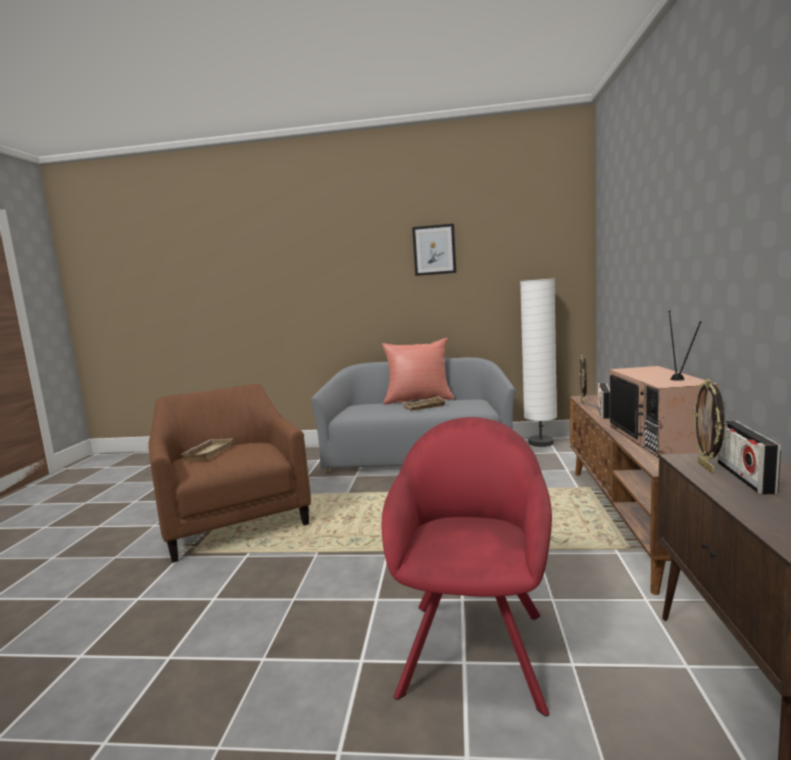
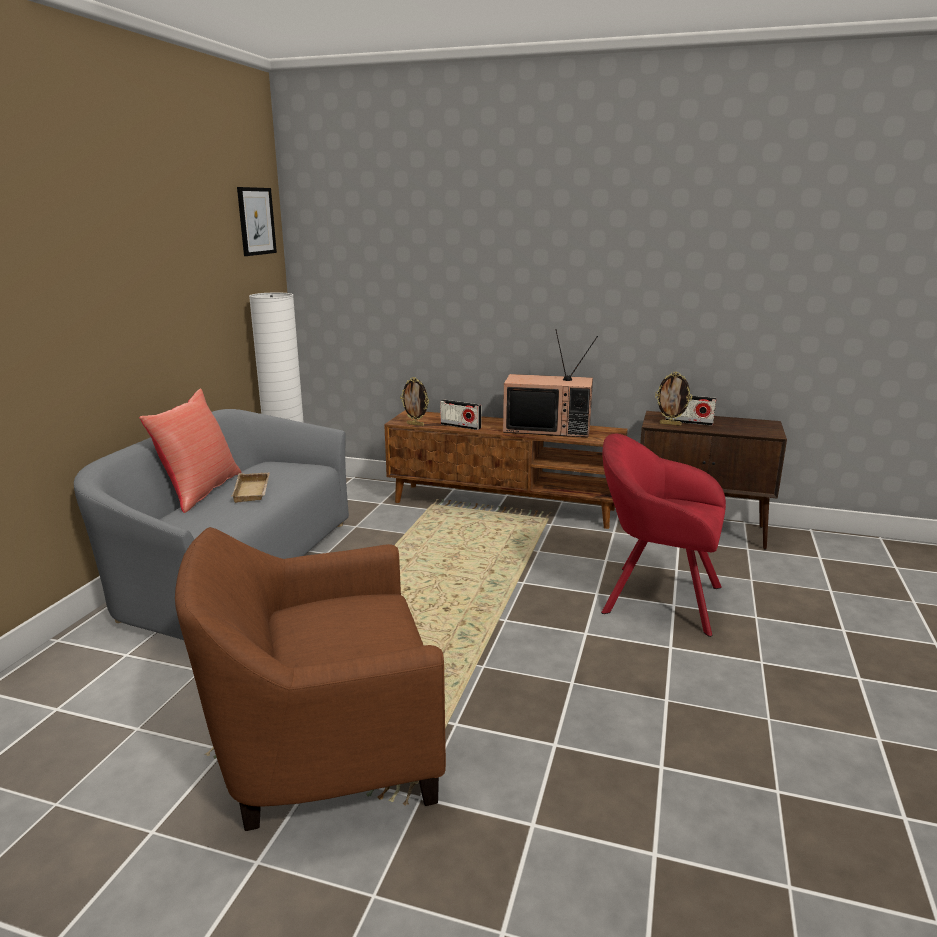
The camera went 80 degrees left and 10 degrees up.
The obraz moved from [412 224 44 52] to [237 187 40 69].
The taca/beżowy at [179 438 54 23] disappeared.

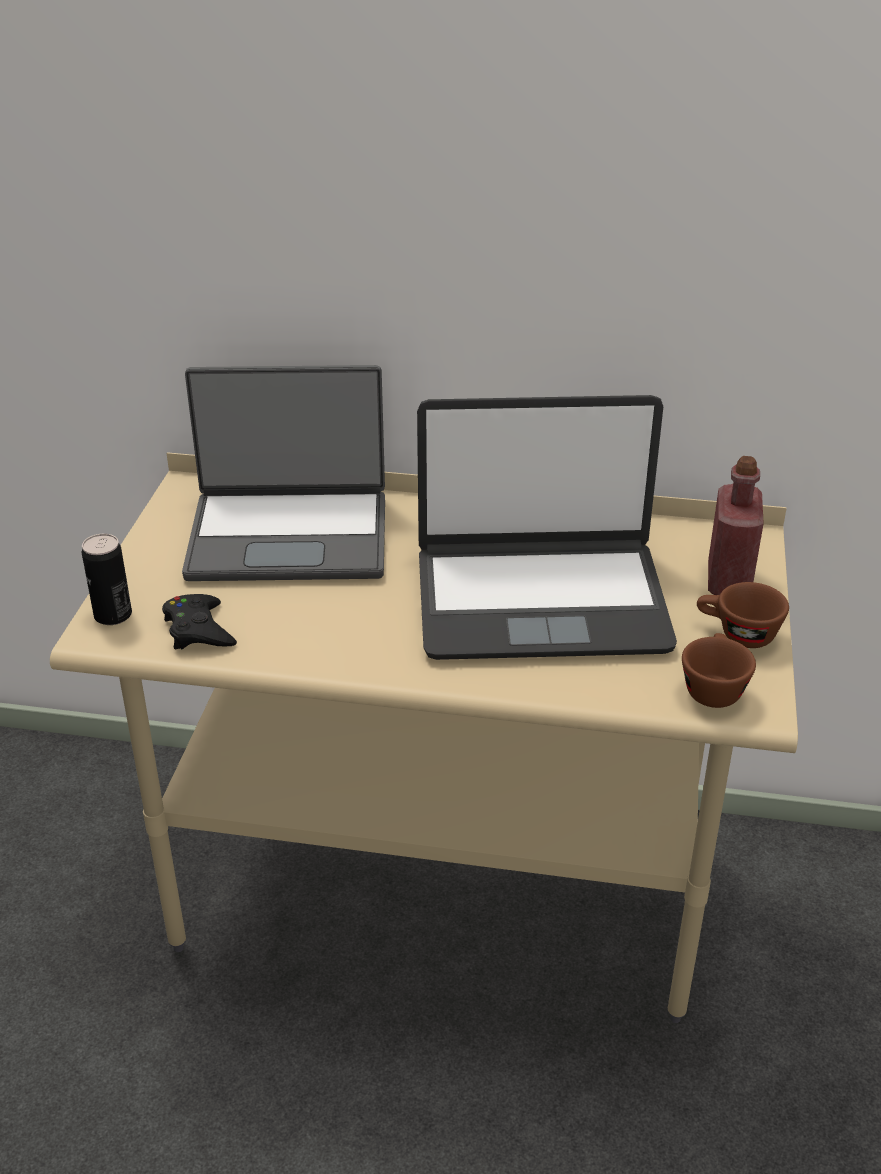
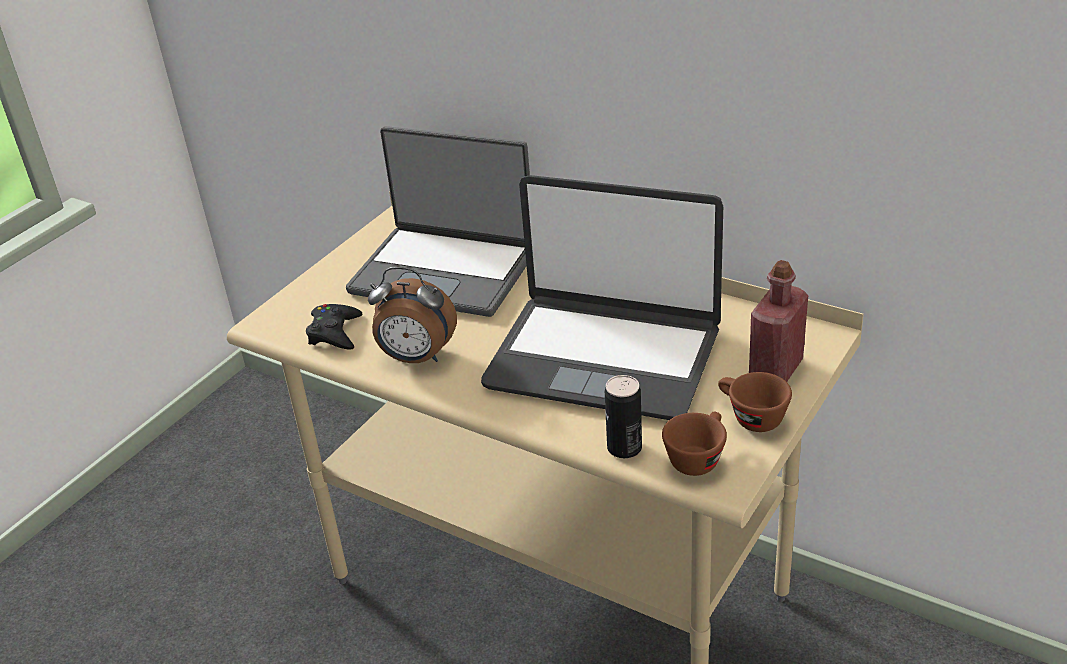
The camera went 25 degrees right and 0 degrees up.
The budzik at [368 267 89 96] appeared.
The puszka moved from [82 534 50 91] to [605 375 37 83].

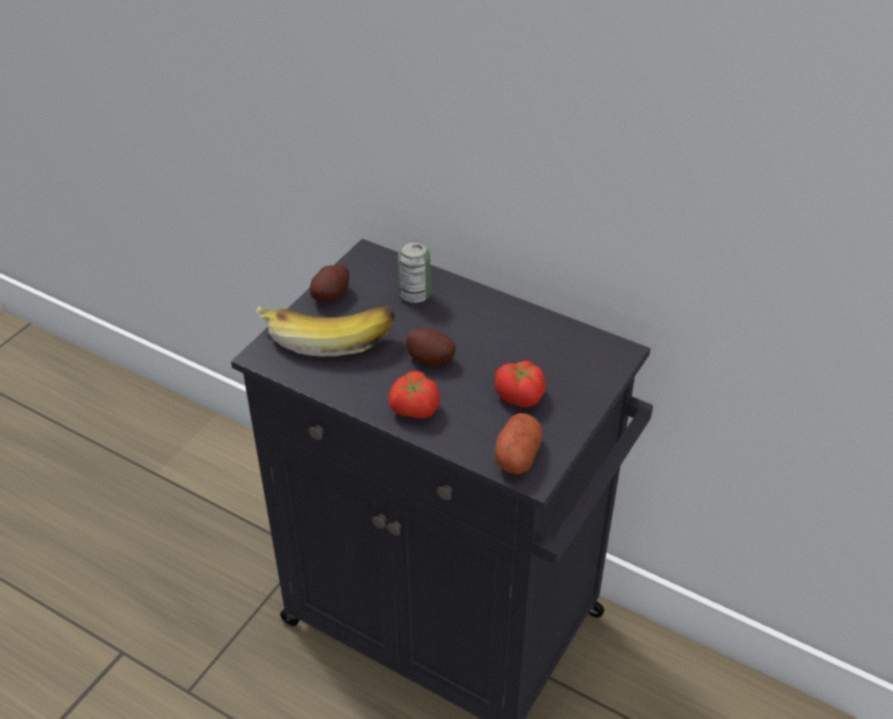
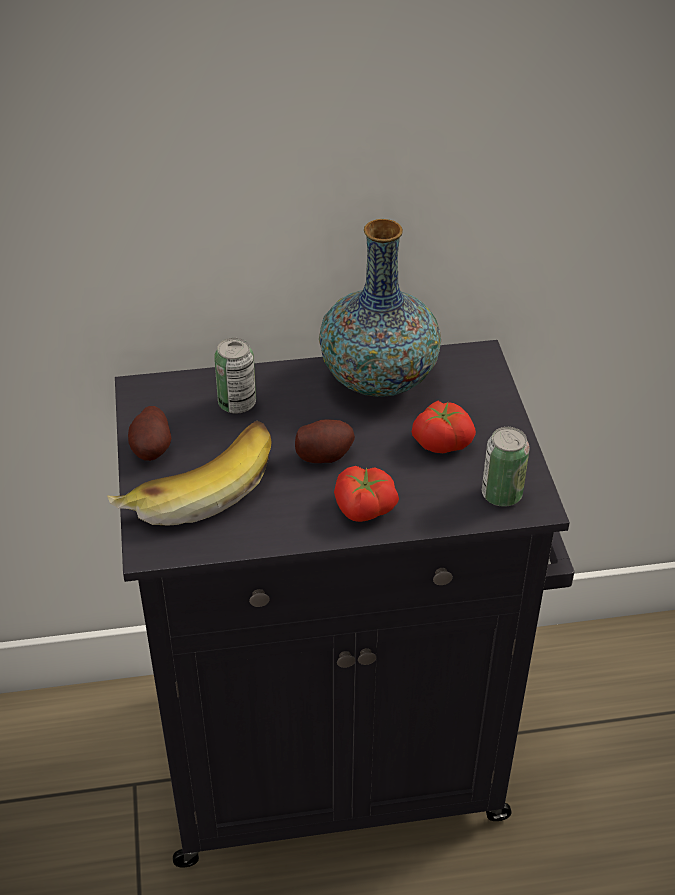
The camera went 40 degrees left and 0 degrees up.
The wazon at [319 219 122 178] appeared.
The ziemniak at [495 413 48 62] was replaced by the puszka at [482 427 48 80].

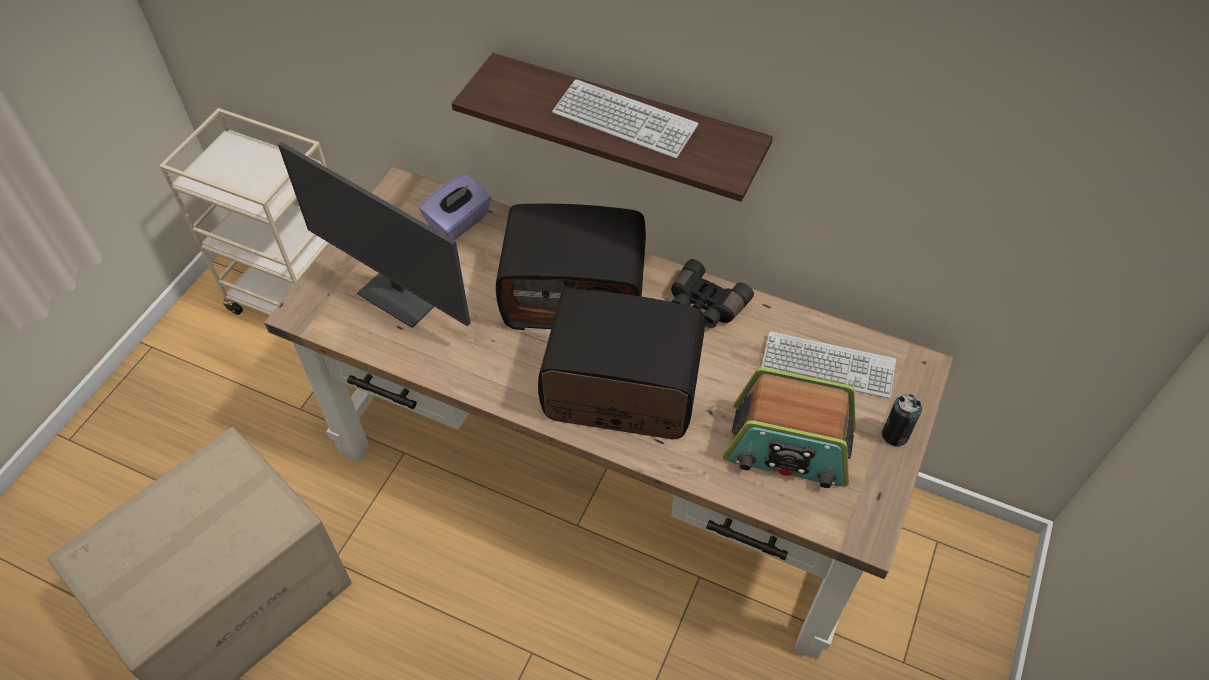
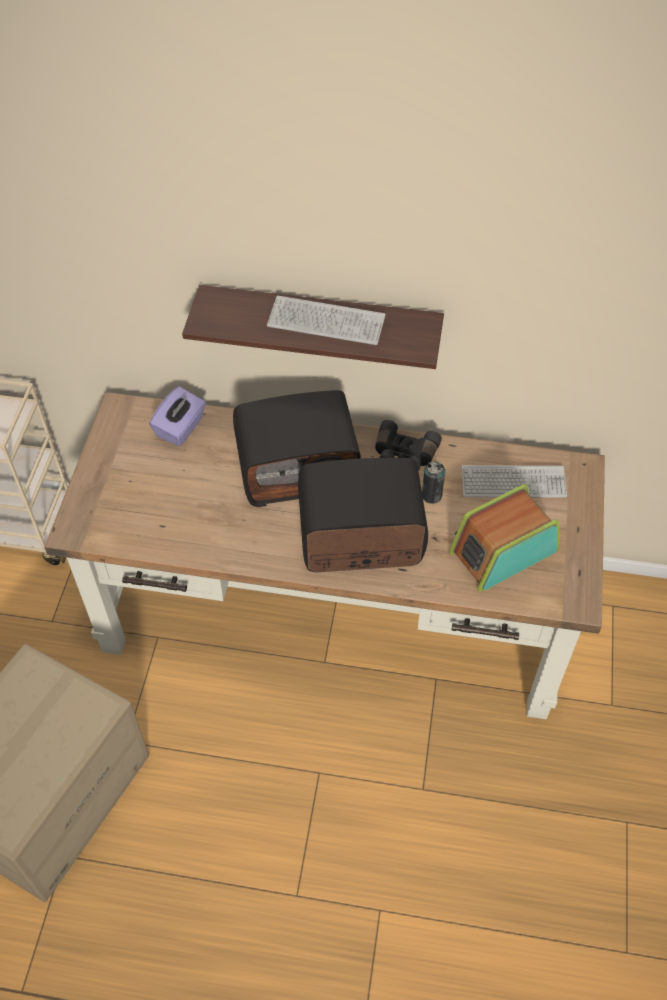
The camera went 15 degrees left and 0 degrees up.
The puszka moved from [882 394 40 53] to [422 461 23 43].
The radio at [723 367 133 121] turned 150 degrees clockwise.
The monitor at [278 142 193 186] disappeared.

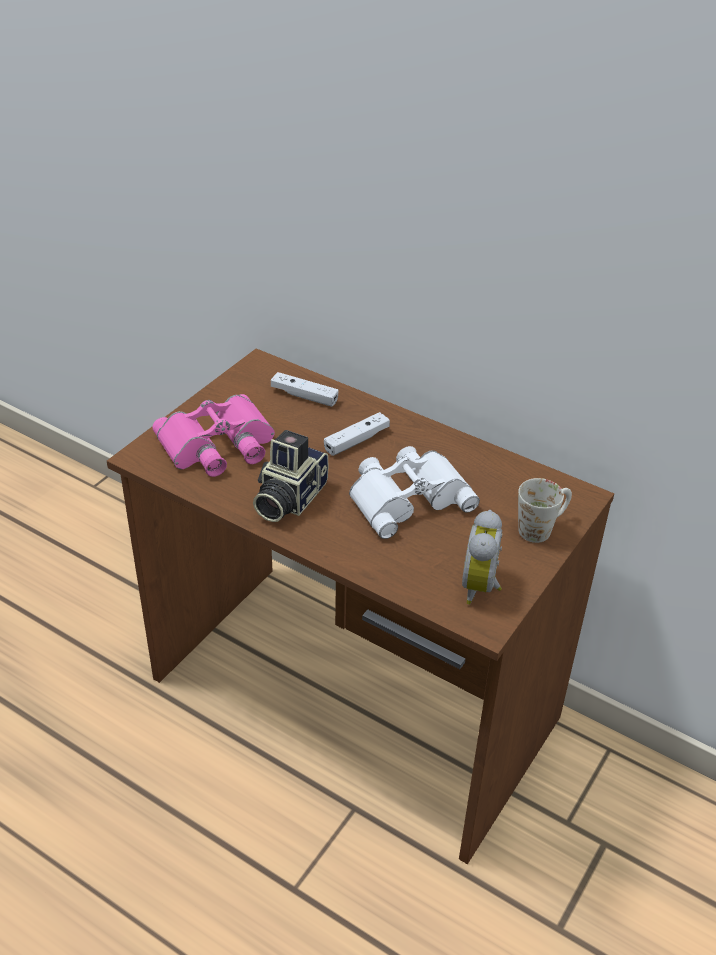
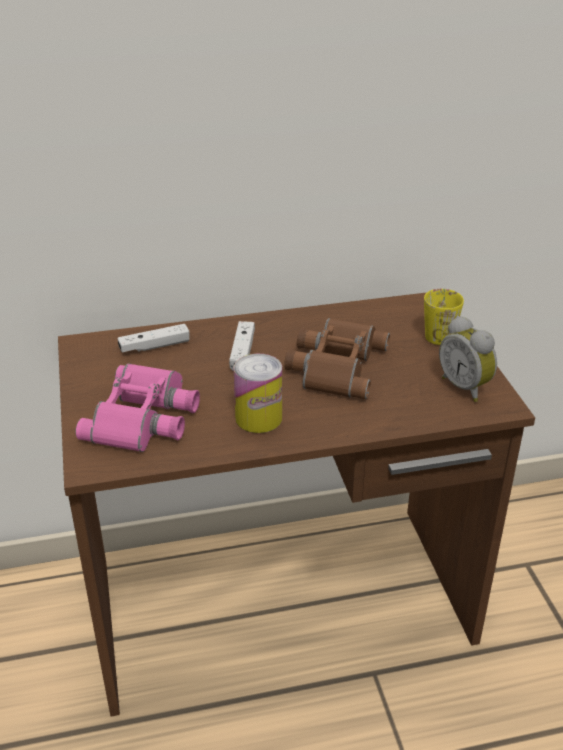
The camera went 45 degrees left and 5 degrees down.
The aparat fotograficzny at [253 430 75 92] was replaced by the puszka at [234 354 48 79].
The lornetka/biały at [349 446 131 93] became the lornetka/brązowy at [284 318 106 81].
The kubek/biały at [518 478 54 65] became the kubek/żółty at [424 289 40 56].

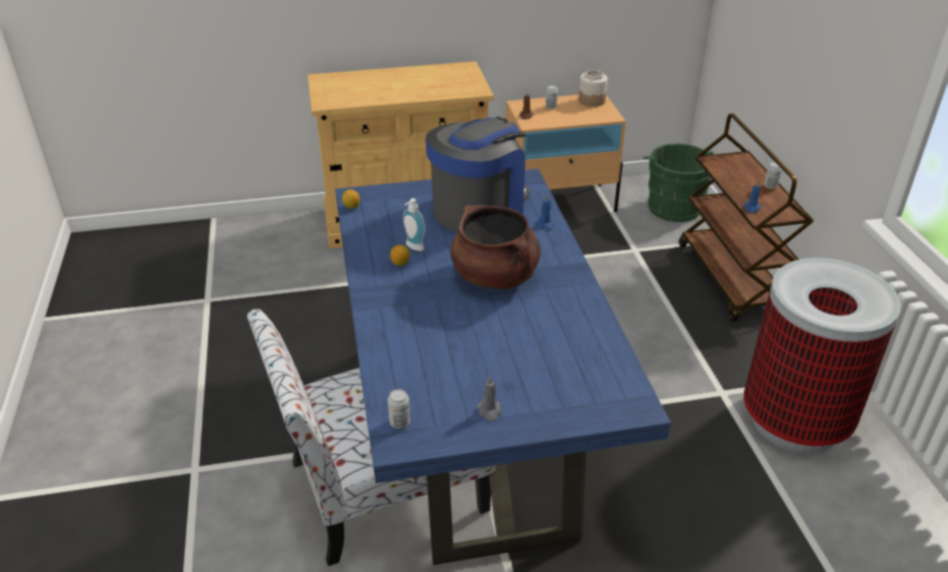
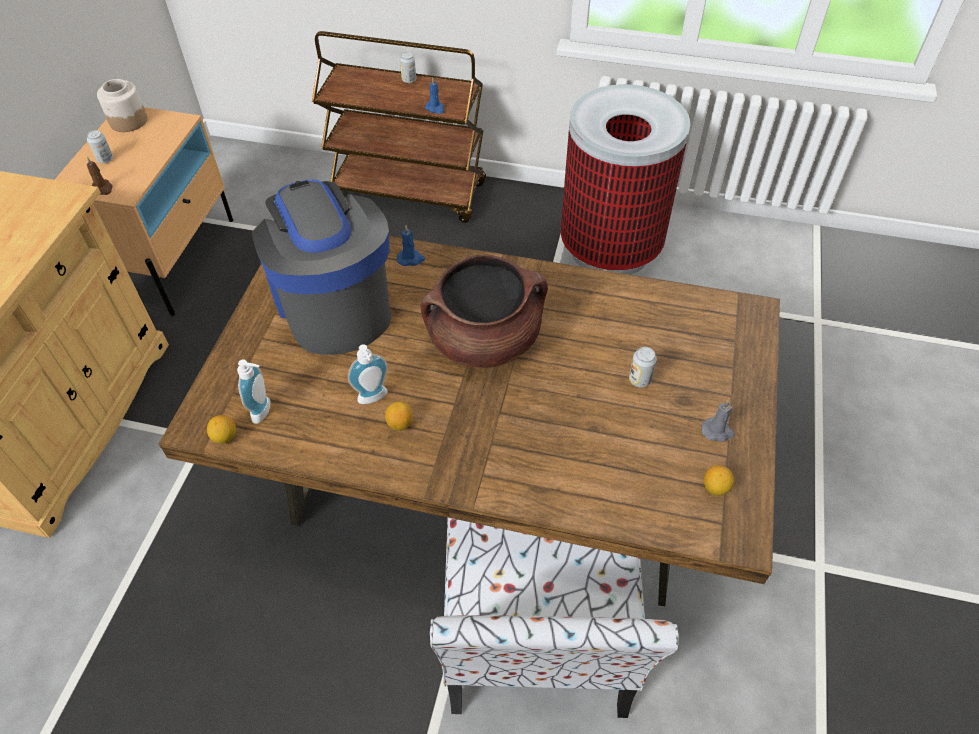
The camera went 65 degrees left and 15 degrees up.
The stół jadalny/niebieski at [335 169 336 396] became the stół jadalny/brązowy at [159 236 621 370].
The dozownik mydła at [237 360 33 64] appeared.
The puszka moved from [388 389 22 40] to [629 347 28 40].
The cytryna at [704 465 30 31] appeared.
The wiadro/zielony at [643 143 71 79] disappeared.

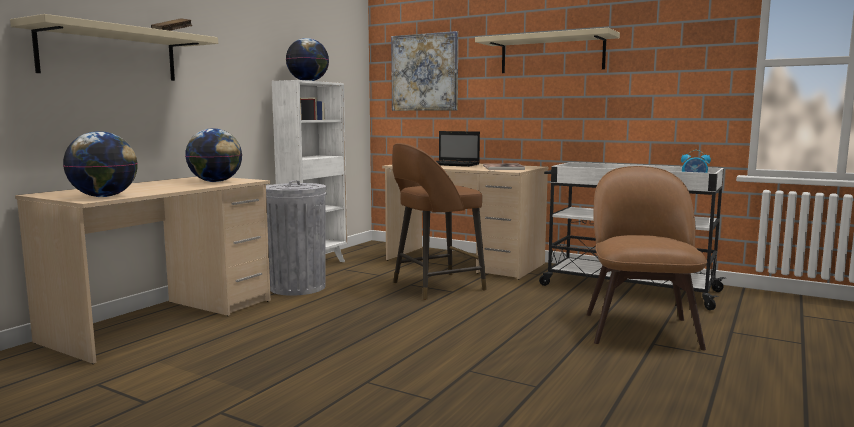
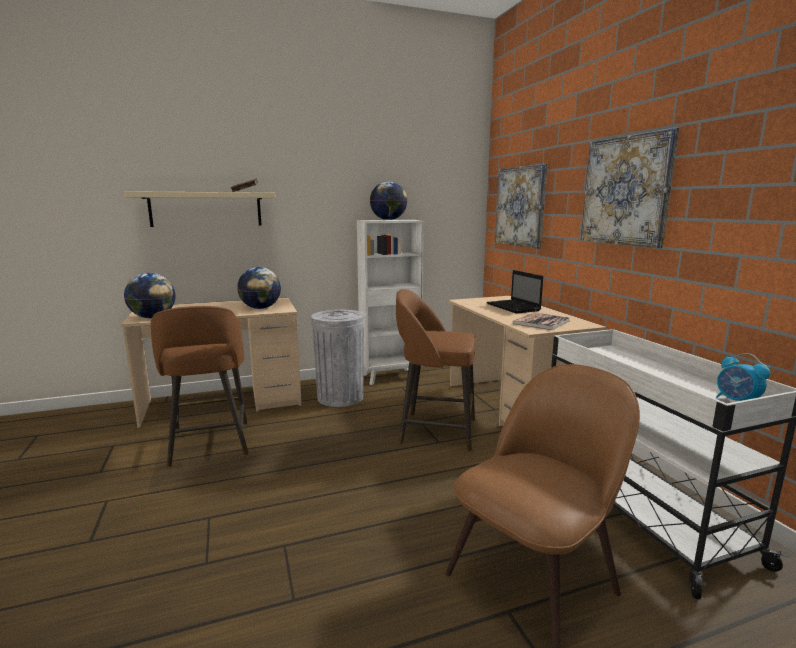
The camera went 40 degrees right and 5 degrees up.
The stołek/brązowy at [151 306 98 161] appeared.
The półka/beżowy at [475 28 145 45] was replaced by the obraz at [581 127 98 121].

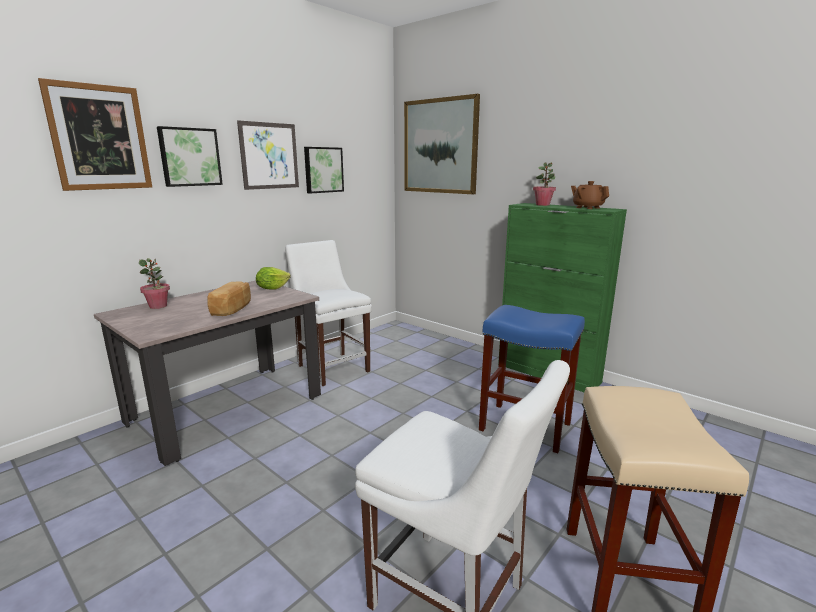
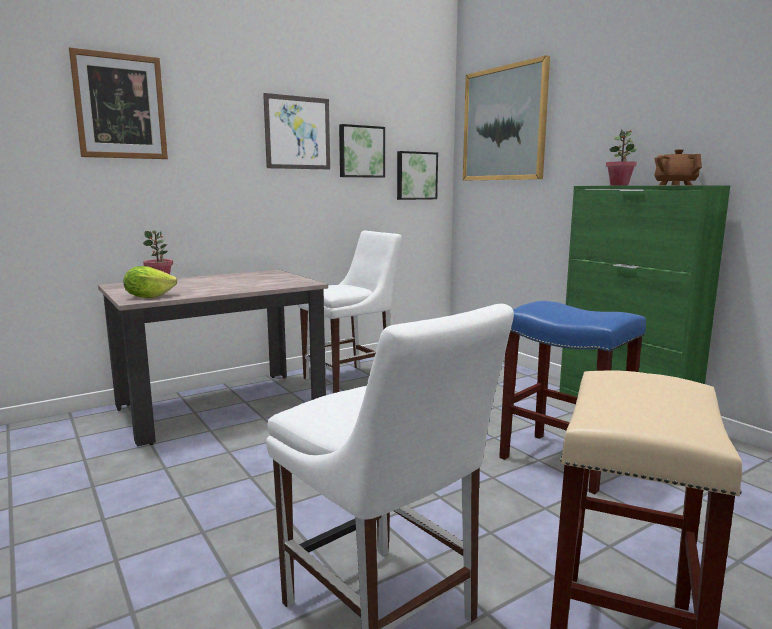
The camera went 15 degrees right and 5 degrees down.
The sałata moved from [256 267 35 23] to [123 266 54 32].
The krzesło/biały at [285 240 87 146] turned 75 degrees clockwise.
The obraz moved from [157 126 66 61] to [397 151 41 49].
The chleb at [207 281 44 35] disappeared.

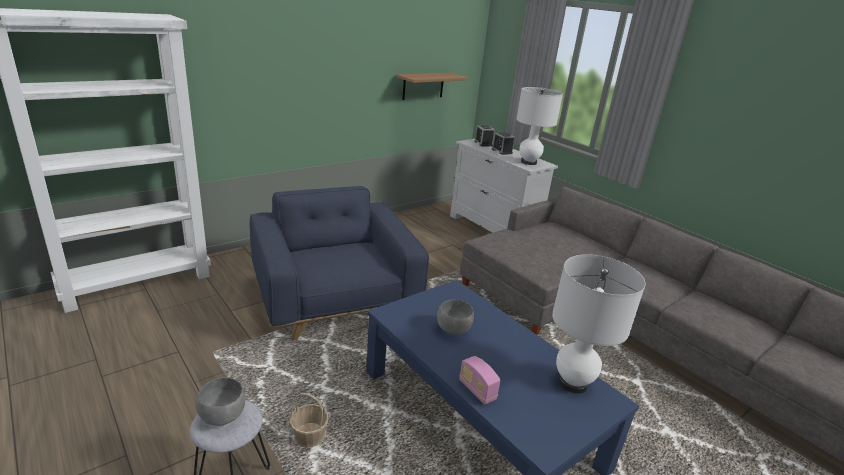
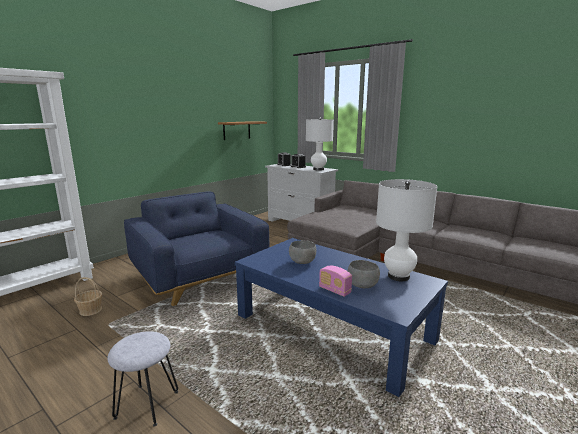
The camera went 10 degrees left and 10 degrees down.
The koszyk moved from [290 393 39 55] to [74 277 28 39].
The miska/szary moved from [196 378 49 48] to [348 260 32 28].

